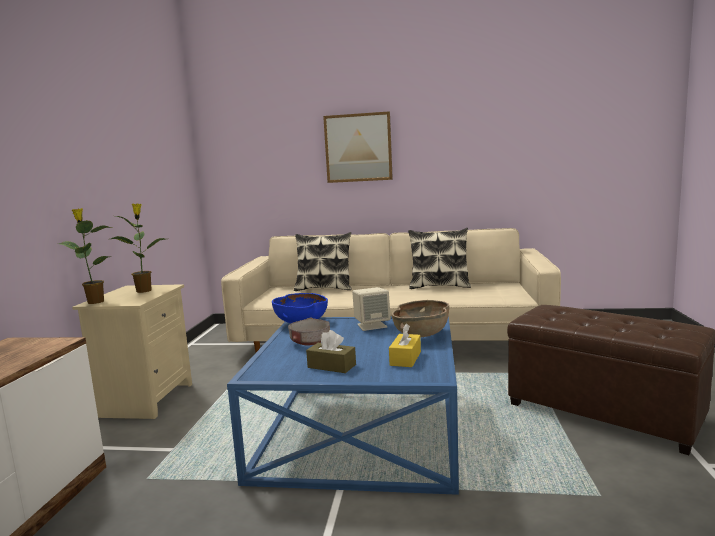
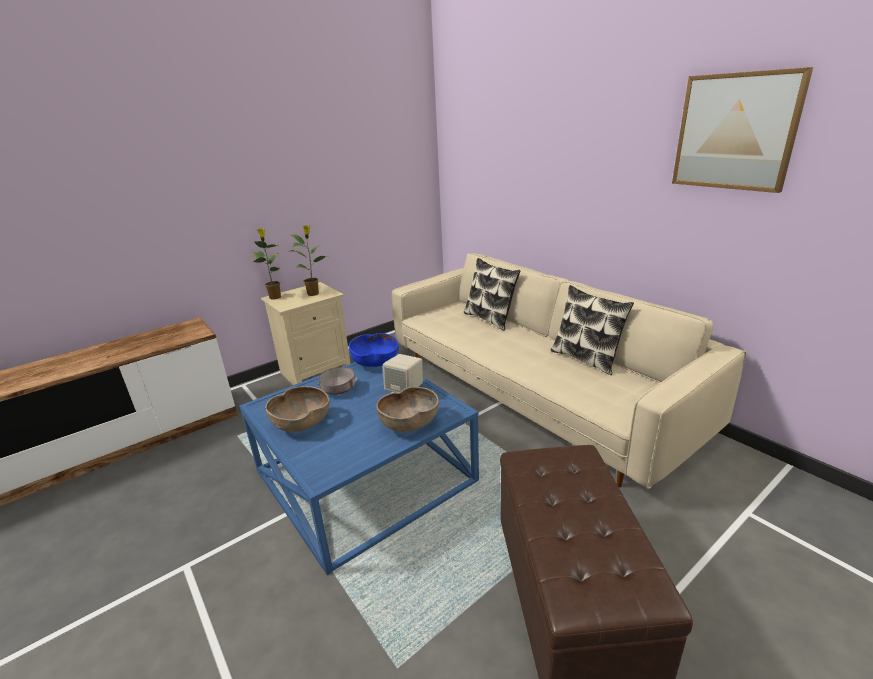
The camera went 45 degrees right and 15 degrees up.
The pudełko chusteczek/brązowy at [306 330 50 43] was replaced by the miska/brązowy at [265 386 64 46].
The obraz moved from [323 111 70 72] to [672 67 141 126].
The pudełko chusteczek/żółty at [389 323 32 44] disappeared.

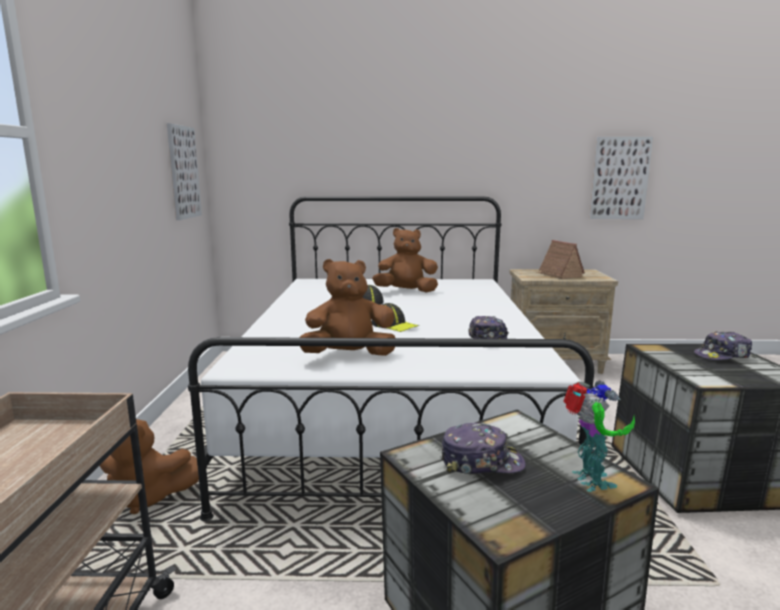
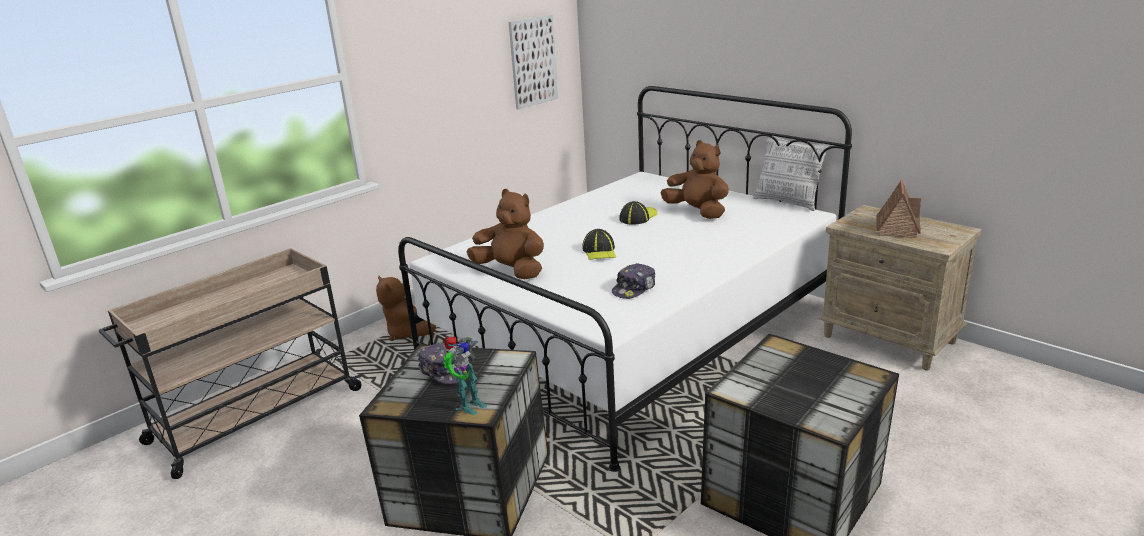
The camera went 45 degrees right and 10 degrees up.
The poduszka at [753 136 76 75] appeared.
The obraz at [590 137 63 82] disappeared.
The czapka z daszkiem at [694 331 58 29] disappeared.

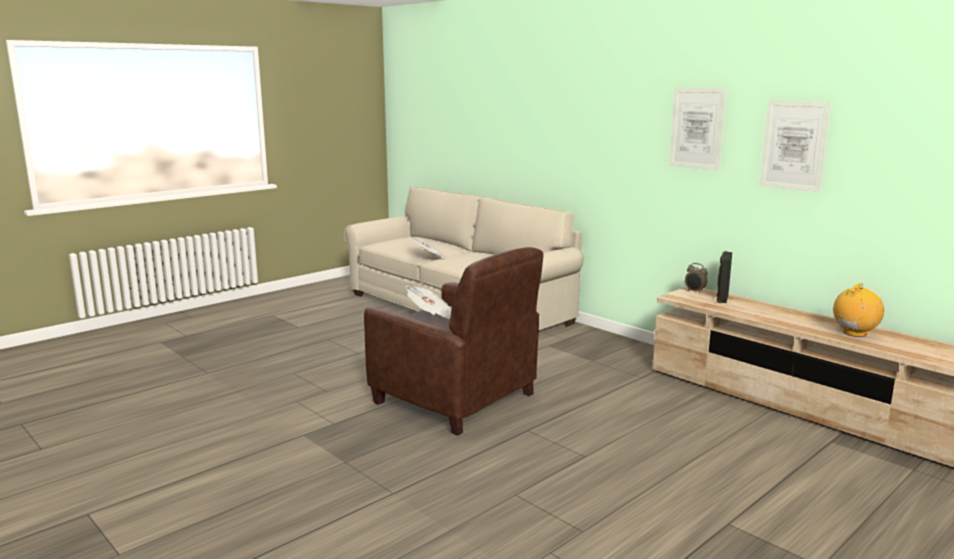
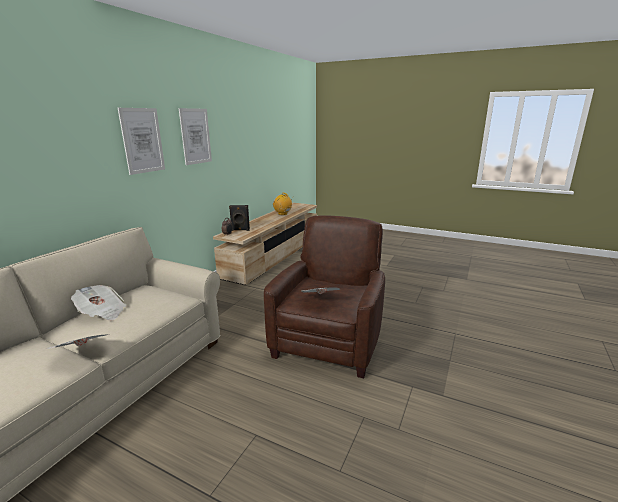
The camera went 110 degrees left and 5 degrees up.
The gazeta at [71 285 56 36] appeared.
The obraz moved from [760 101 71 91] to [118 108 47 67].

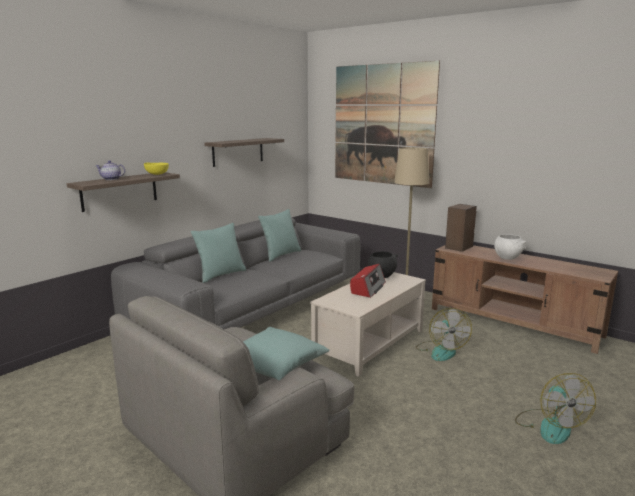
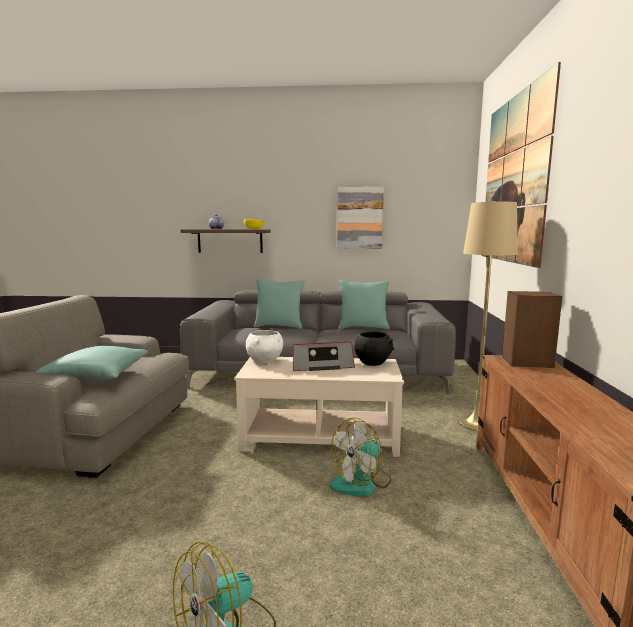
The camera went 55 degrees right and 5 degrees down.
The miska/biały moved from [494 234 32 26] to [246 330 37 33].
The półka at [204 138 80 29] was replaced by the obraz at [337 187 47 62].

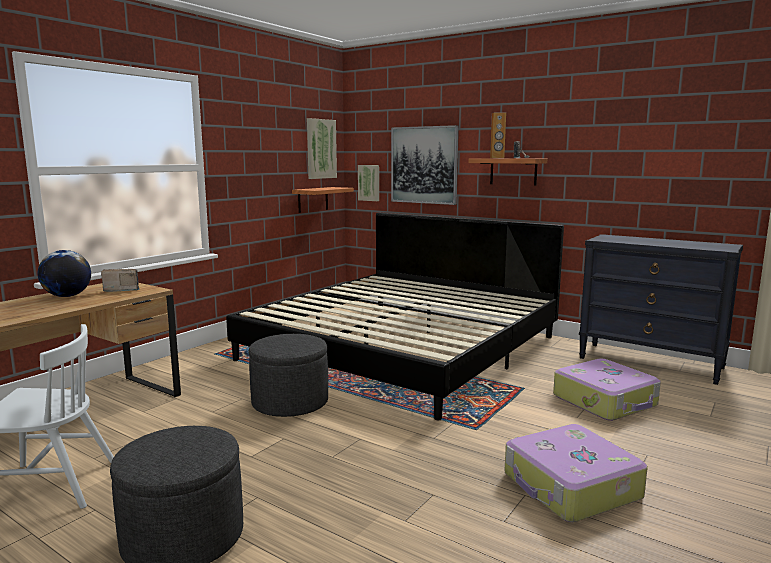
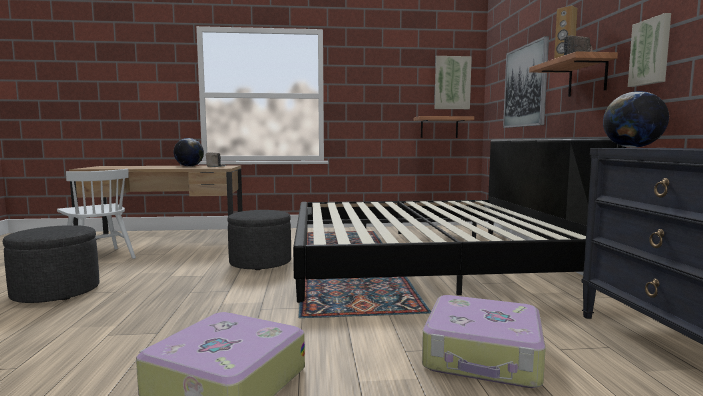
The camera went 50 degrees right and 5 degrees down.
The globus at [603 91 66 57] appeared.
The obraz moved from [358 165 21 36] to [628 13 43 74].

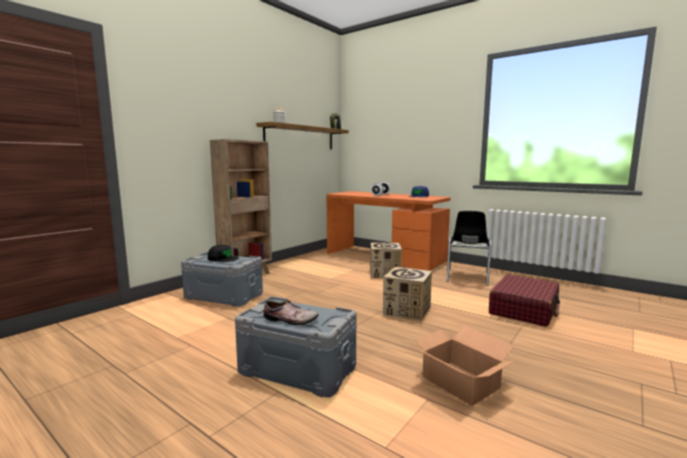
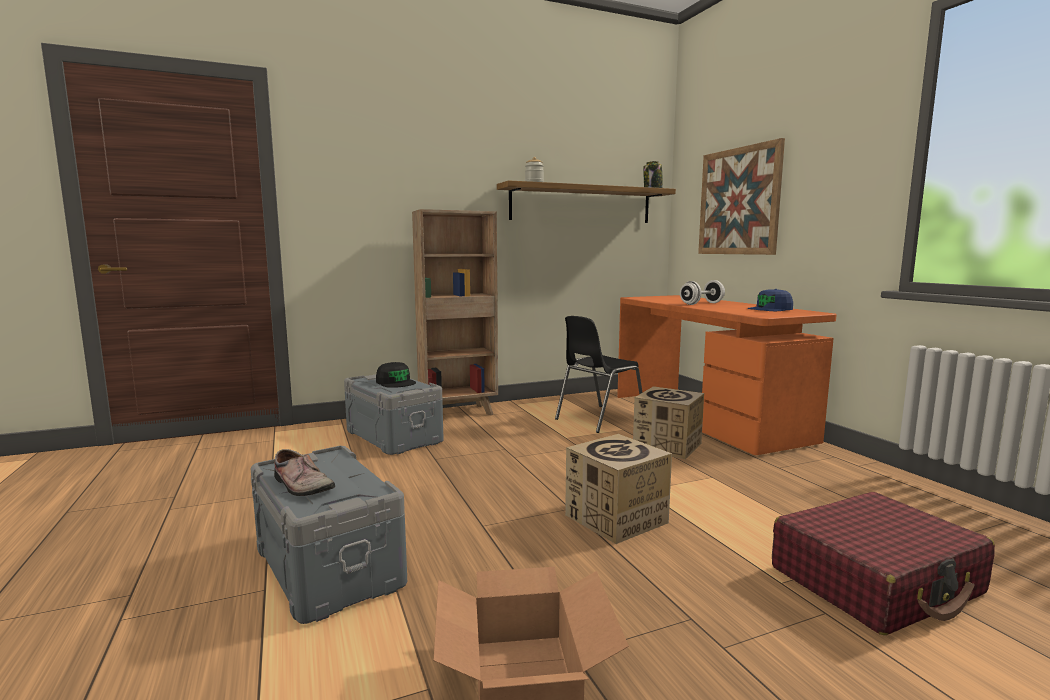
The camera went 30 degrees right and 0 degrees up.
The krzesło/czarny moved from [447 211 45 75] to [555 316 88 117].
The obraz at [698 138 87 117] appeared.

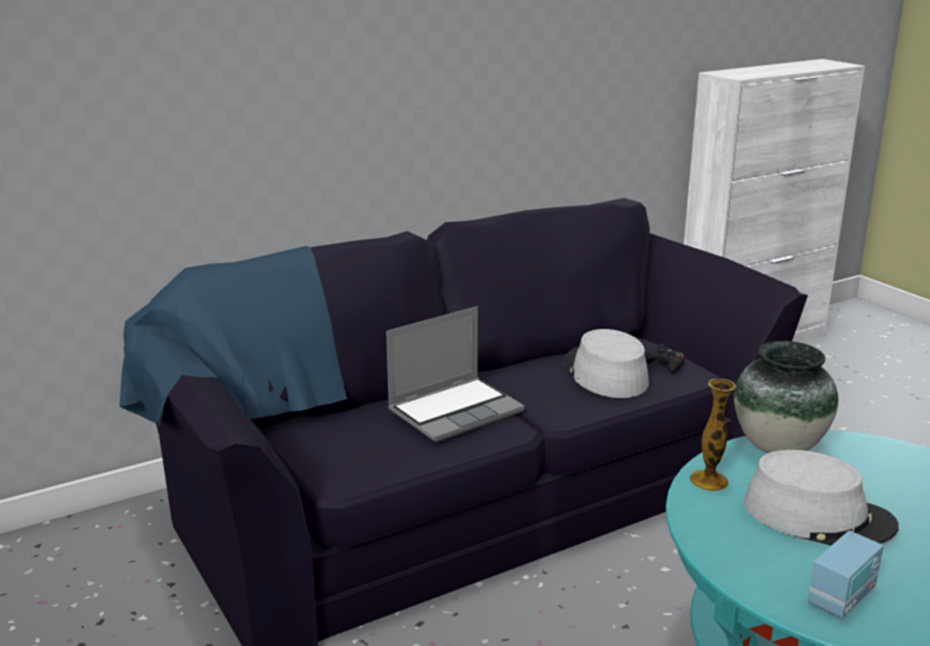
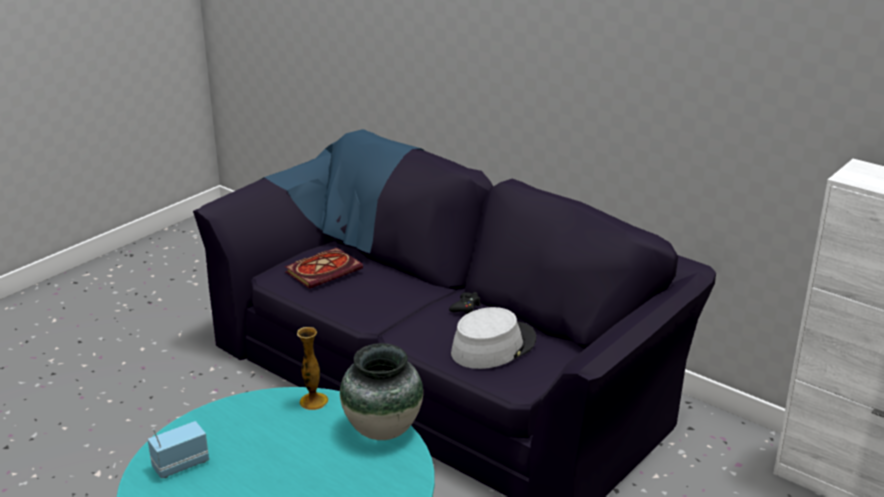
The camera went 70 degrees right and 5 degrees up.
The radio at [808 504 75 114] turned 120 degrees clockwise.
The książka at [285 247 78 42] appeared.
The pad do gier/czarny moved from [645 344 40 30] to [449 292 32 22].
The laptop at [386 306 139 136] disappeared.
The kapelusz/szary at [744 450 155 96] disappeared.

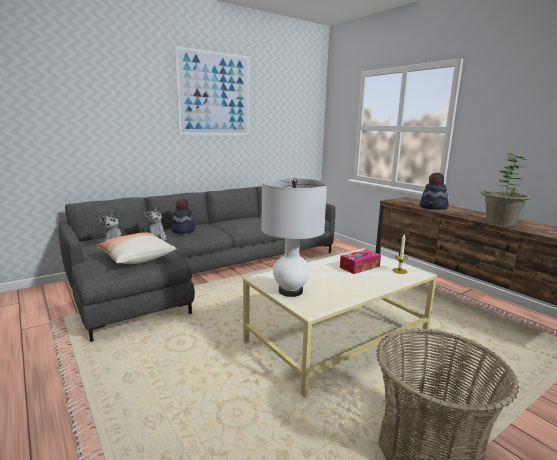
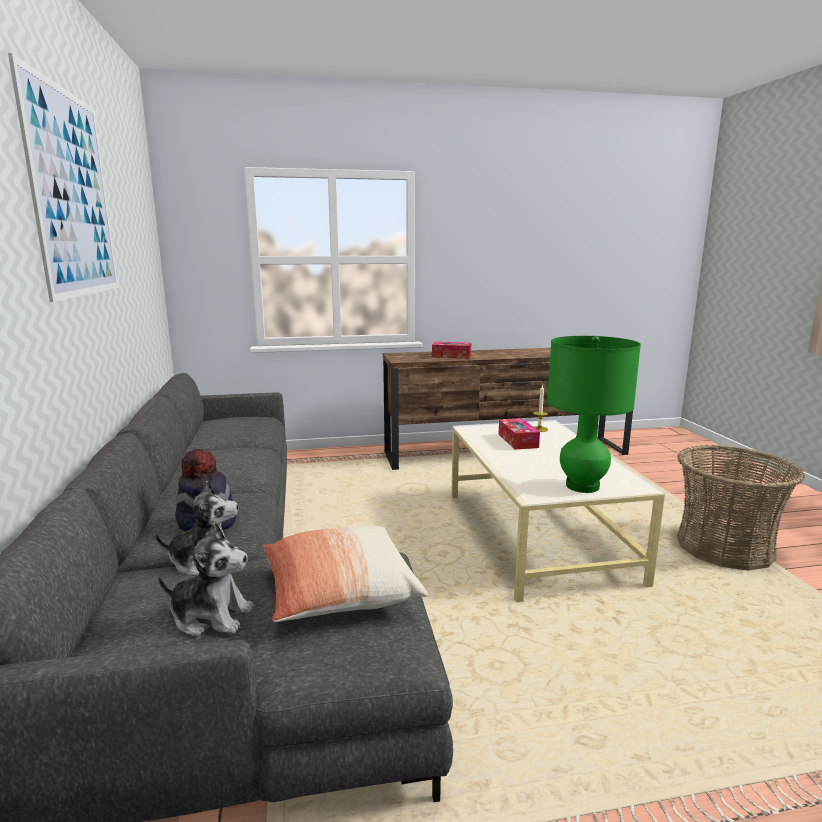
The camera went 65 degrees left and 0 degrees up.
The kapelusz at [420 173 29 37] was replaced by the pudełko chusteczek at [432 342 39 17].
The lampa stołowa/biały at [261 178 66 119] became the lampa stołowa/zielony at [547 336 94 157].
The roślina doniczkowa at [481 153 51 73] disappeared.

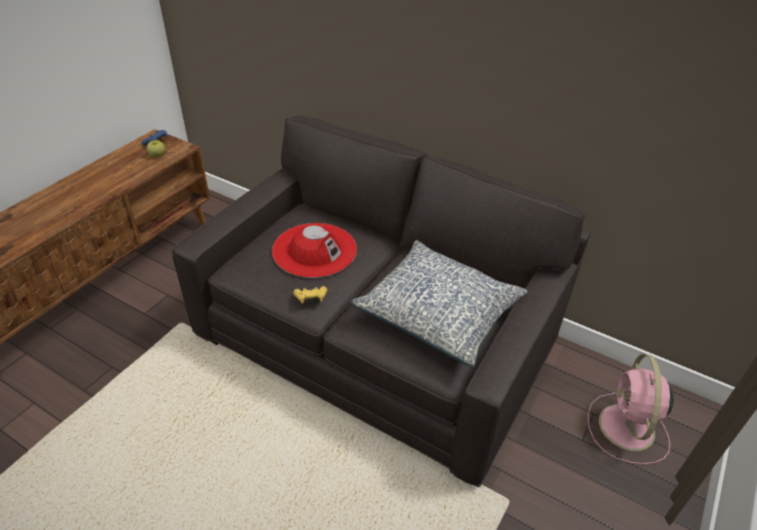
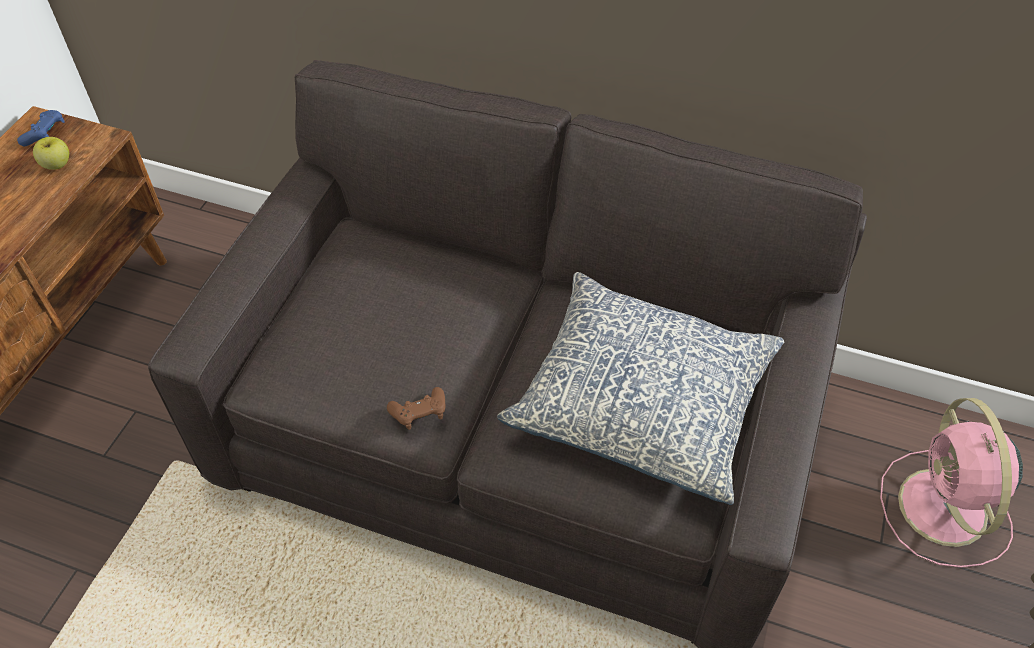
The camera went 10 degrees left and 10 degrees up.
The pad do gier/żółty at [293 286 34 18] became the pad do gier/brązowy at [387 387 58 43].
The kapelusz/czerwony at [272 223 85 55] disappeared.

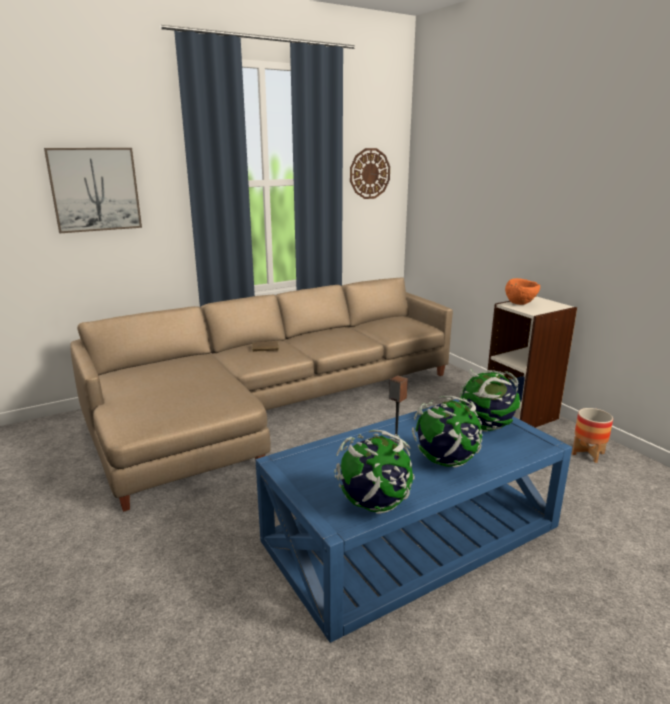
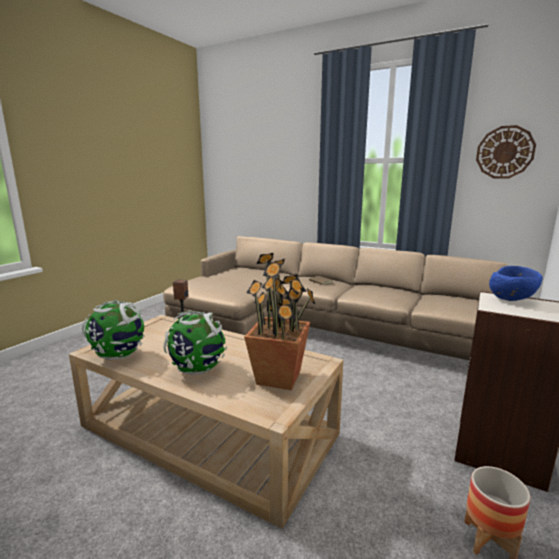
The camera went 60 degrees right and 5 degrees down.
The ława/niebieski at [256 399 316 244] became the ława/beżowy at [69 315 274 214].
The globus at [459 369 61 63] was replaced by the roślina doniczkowa at [244 253 72 137].
The miska/pomarańczowy at [505 278 35 27] became the miska/niebieski at [489 266 54 35].
The obraz at [44 148 98 85] disappeared.

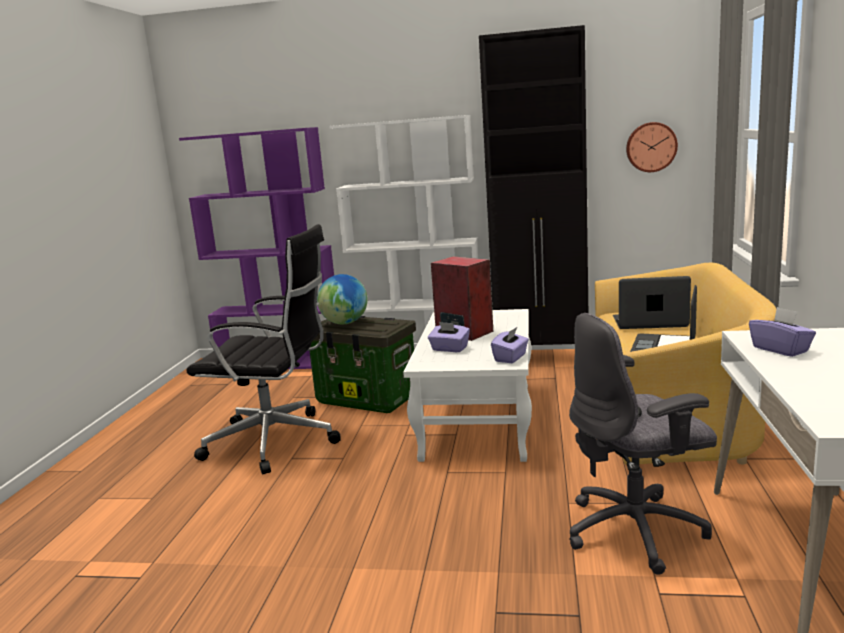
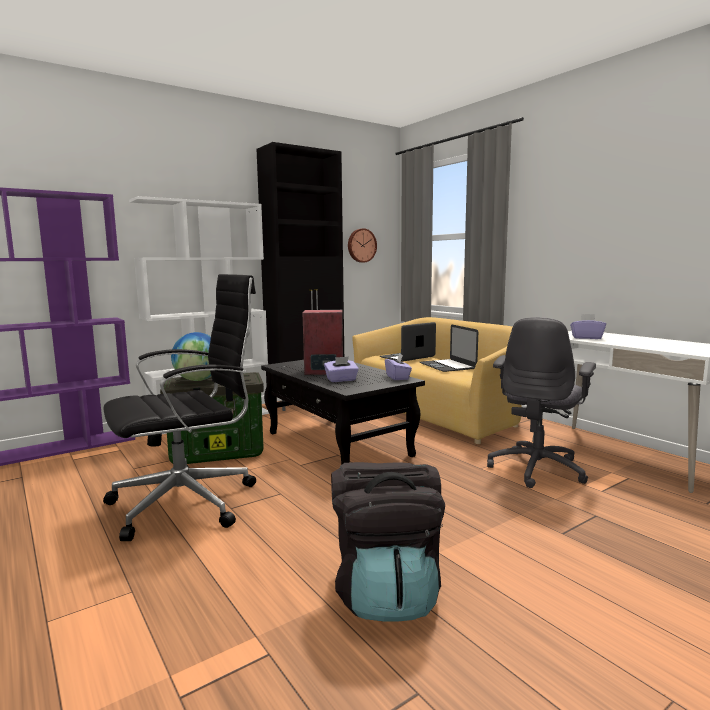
The camera went 45 degrees left and 5 degrees down.
The ława/biały at [403 309 129 153] became the ława/czarny at [261 360 164 105].
The plecak/czarny at [331 462 114 160] appeared.

